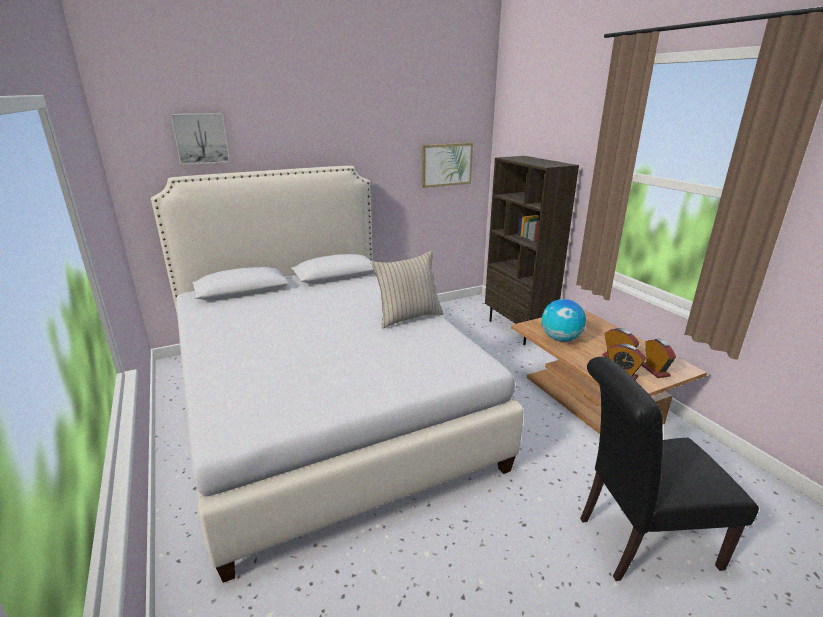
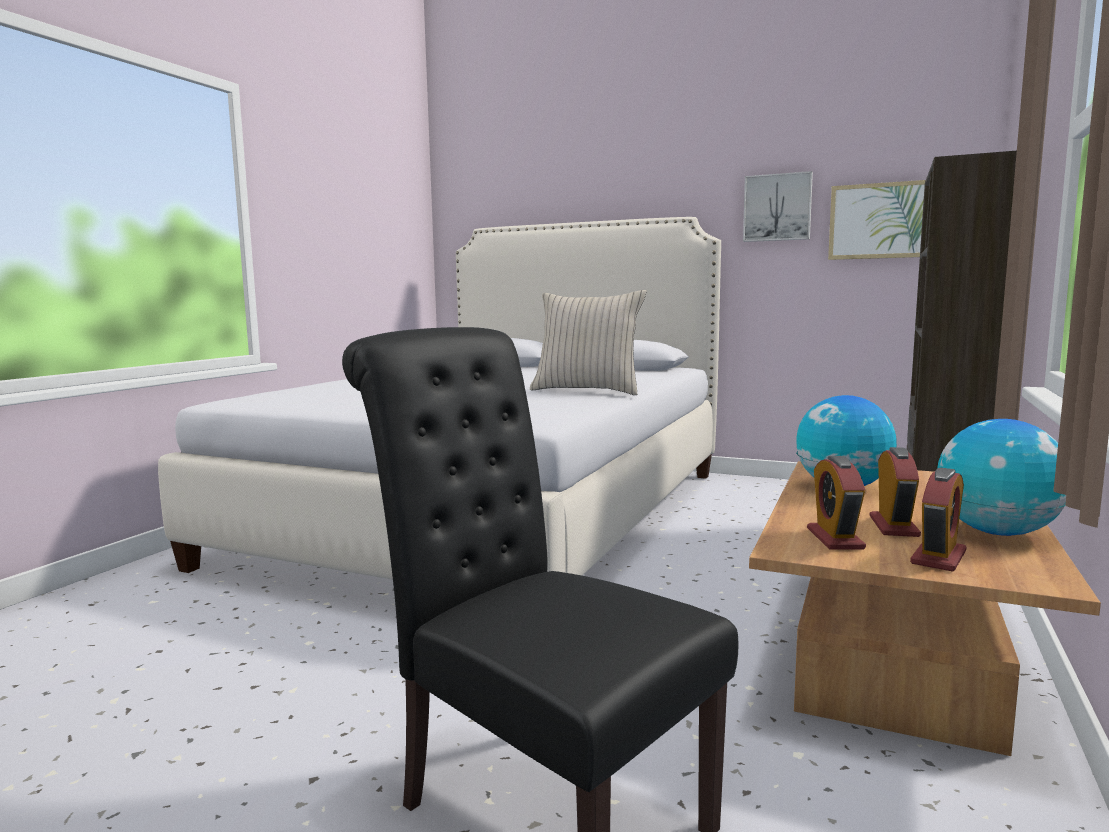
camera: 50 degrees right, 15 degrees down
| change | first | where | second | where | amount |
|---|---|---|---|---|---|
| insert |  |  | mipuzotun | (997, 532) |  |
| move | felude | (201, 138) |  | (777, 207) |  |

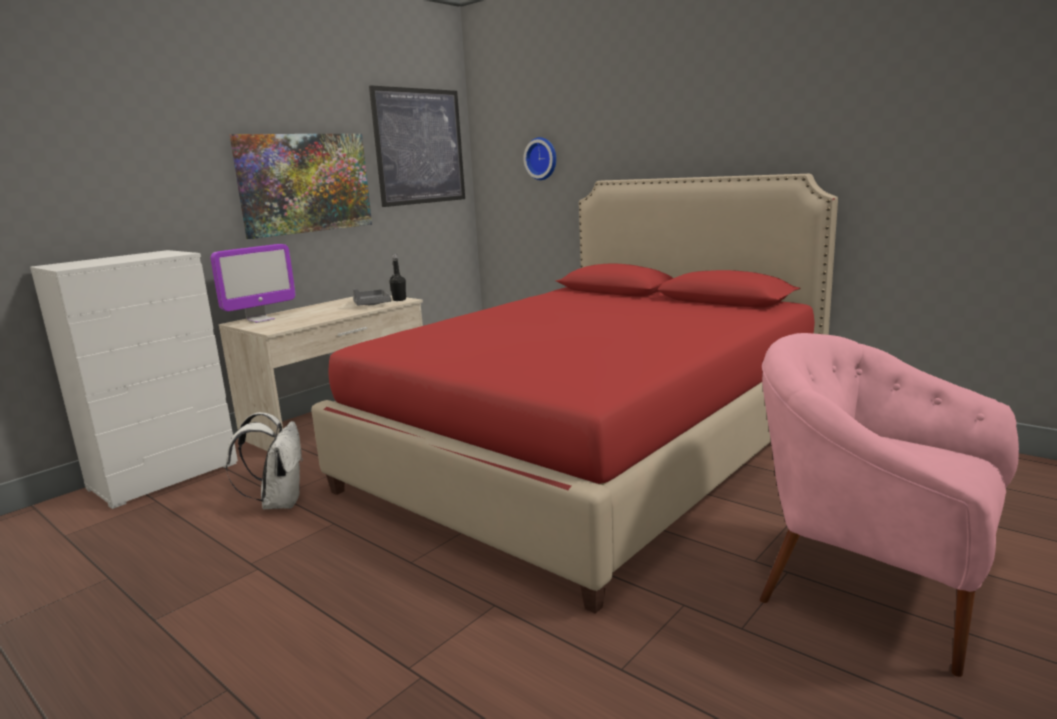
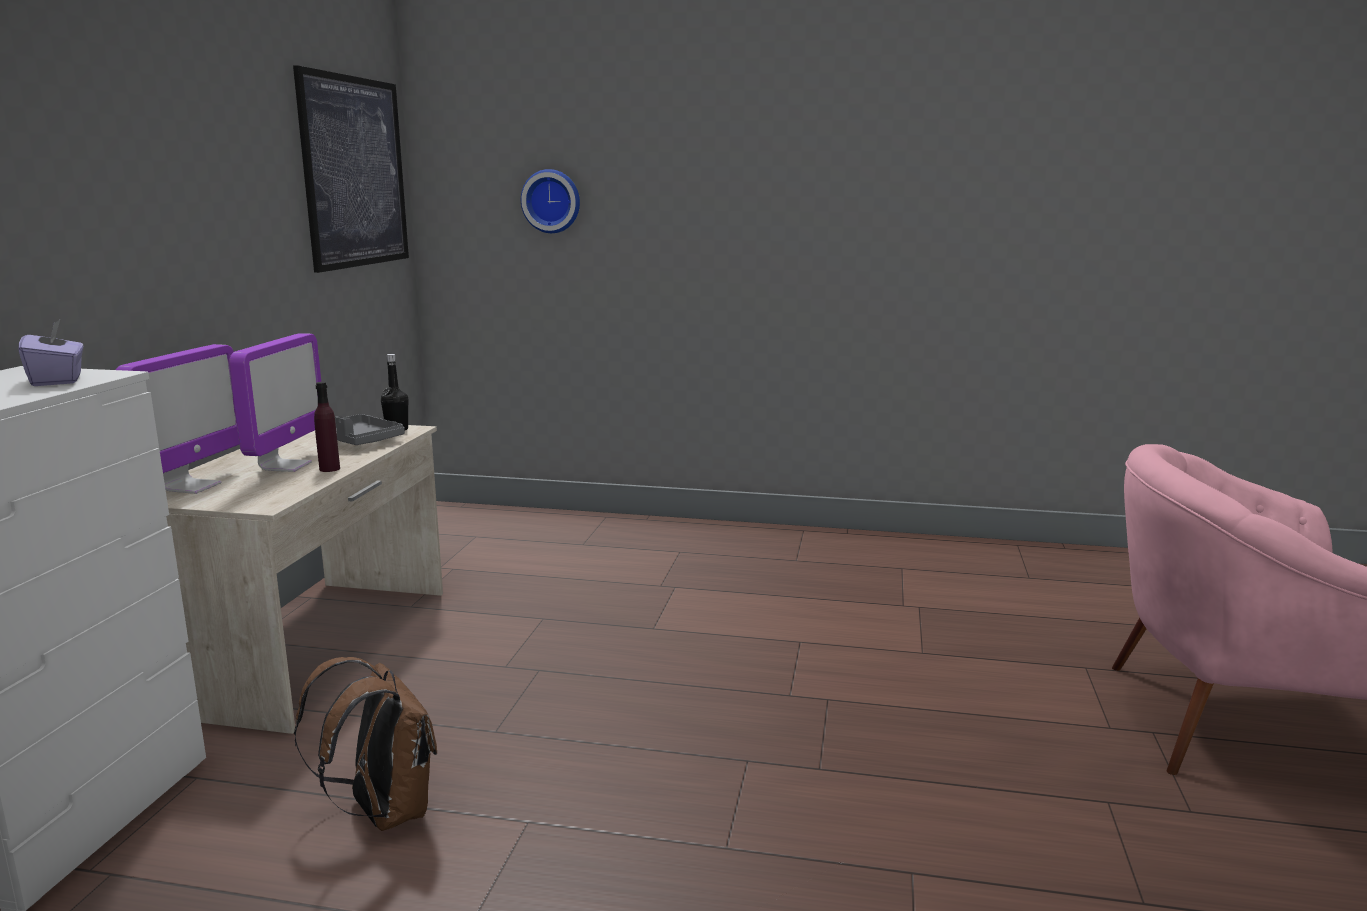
camera: 30 degrees left, 0 degrees up
| change | first | where | second | where | amount |
|---|---|---|---|---|---|
| delete | felude | (305, 183) |  |  |  |
| delete | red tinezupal | (593, 452) |  |  |  |
| insert |  |  | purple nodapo | (58, 380) |  |
| insert |  |  | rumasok | (285, 466) |  |
| insert |  |  | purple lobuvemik | (329, 469) |  |
| recolor | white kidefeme | (279, 502) | brown kidefeme | (383, 812) |  |

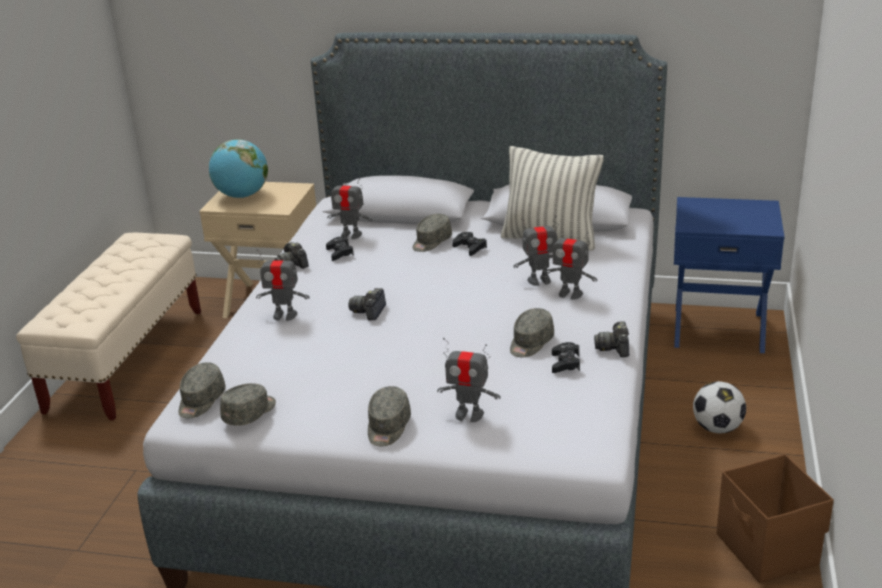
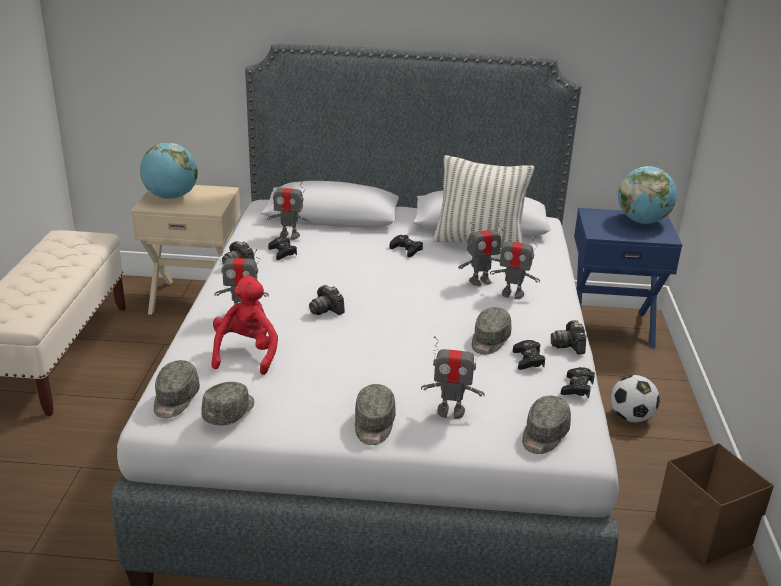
camera: 10 degrees left, 0 degrees up
| change | first | where | second | where | amount |
|---|---|---|---|---|---|
| insert |  |  | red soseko | (246, 353) |  |
| insert |  |  | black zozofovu | (577, 387) |  |
| insert |  |  | mipuzotun | (642, 221) |  |
| move | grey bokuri | (431, 242) |  | (544, 435) |  |
| rotate | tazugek | (369, 312) |  | (326, 309) | 45 degrees counterclockwise |

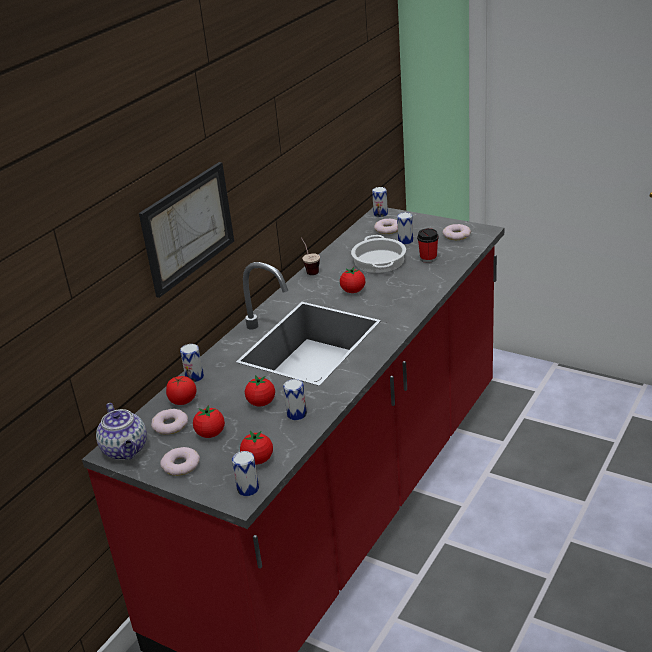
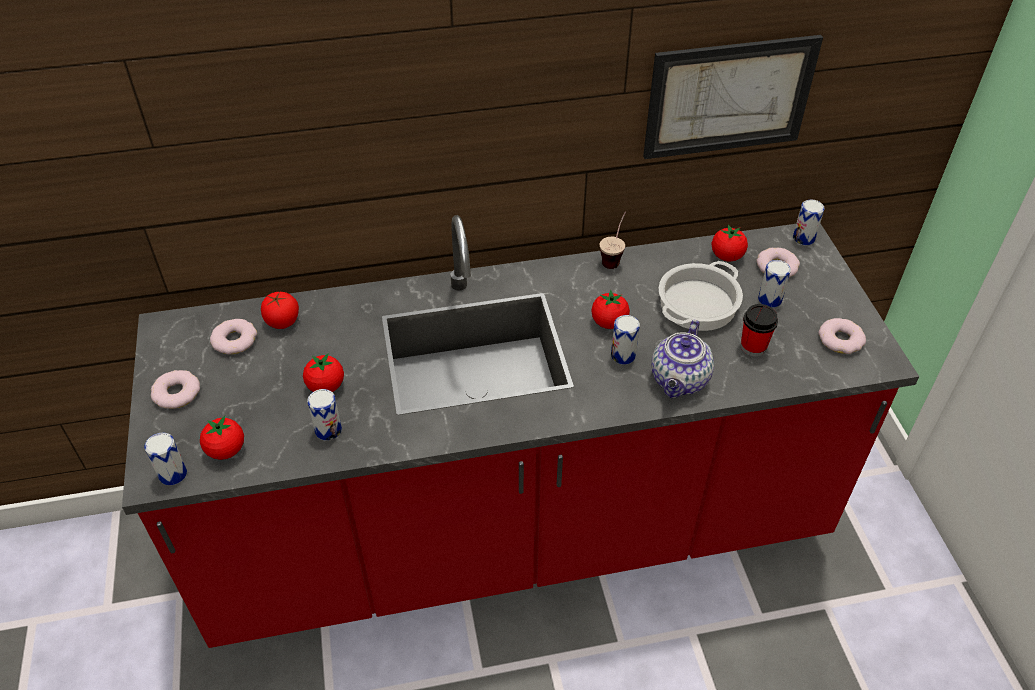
camera: 45 degrees right, 15 degrees up
| change | first | where | second | where | amount |
|---|---|---|---|---|---|
| move | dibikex | (126, 450) |  | (679, 381) |  |
| move | felude | (188, 227) |  | (729, 97) |  |
| move | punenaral | (194, 377) |  | (623, 355) |  |
| move | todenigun | (210, 434) |  | (727, 256) |  |

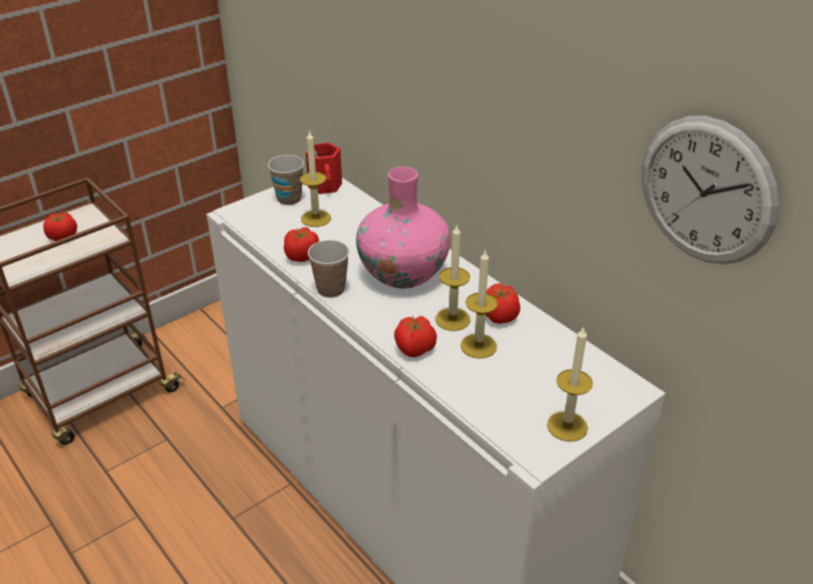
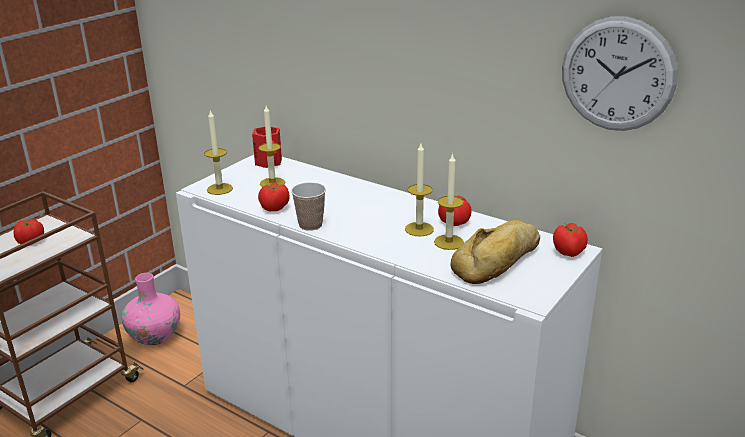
camera: 15 degrees left, 10 degrees down
| change | first | where | second | where | amount |
|---|---|---|---|---|---|
| delete | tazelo | (289, 199) |  |  |  |
| insert |  |  | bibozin | (499, 260) |  |
| move | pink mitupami | (403, 273) |  | (155, 336) |  |
| move | todenigun | (415, 349) |  | (568, 252) |  |
| move | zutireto | (567, 426) |  | (219, 189) |  |

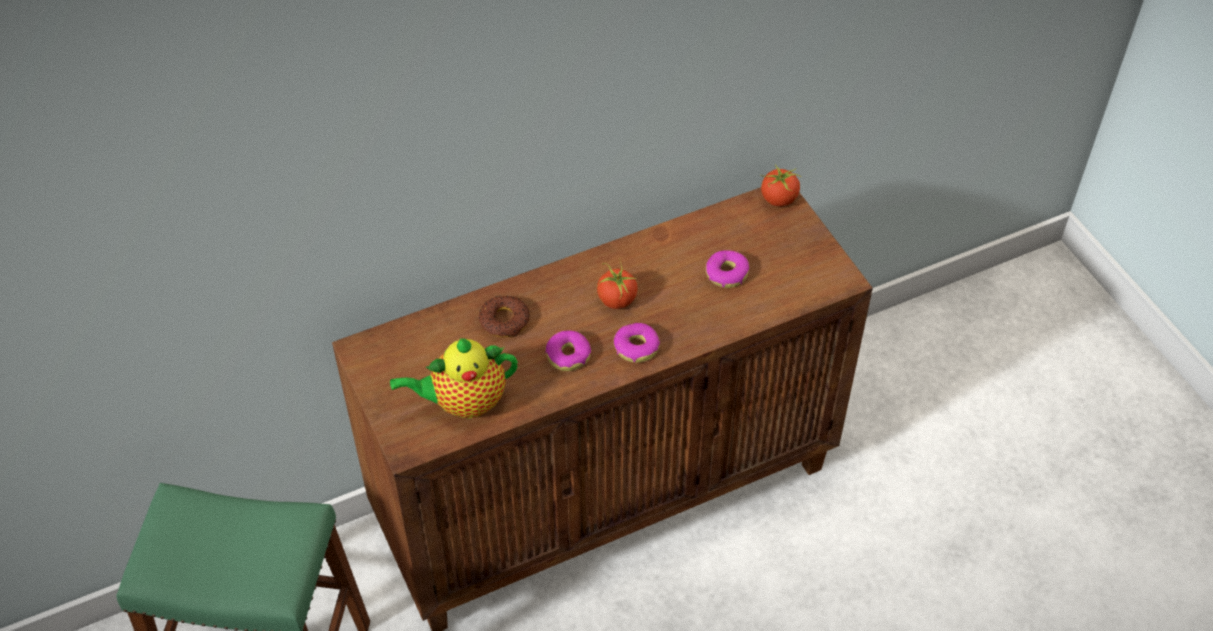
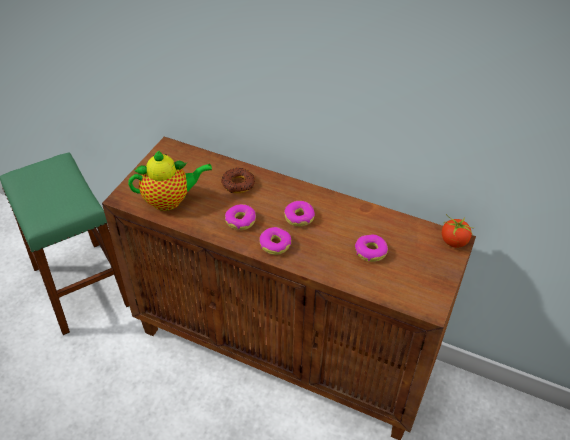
camera: 50 degrees right, 5 degrees down
| change | first | where | second | where | amount |
|---|---|---|---|---|---|
| replace | todenigun | (616, 300) | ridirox | (299, 217) |  |
| rotate | dibikex | (464, 402) |  | (170, 200) | 135 degrees clockwise |

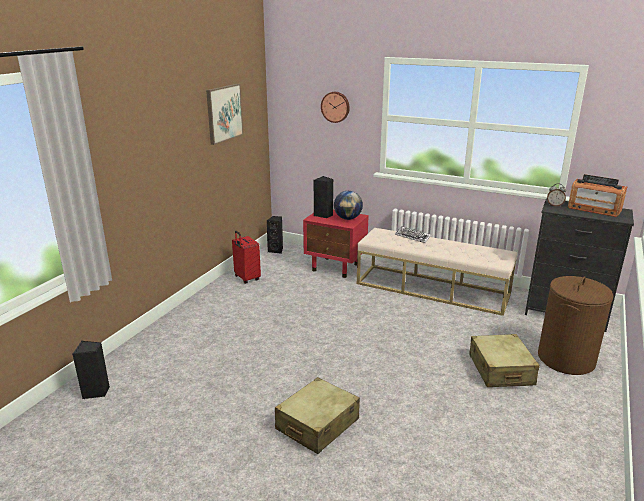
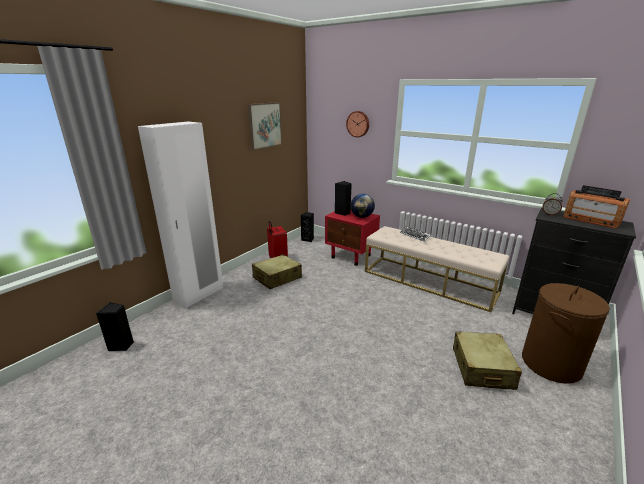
camera: 10 degrees right, 0 degrees up
| change | first | where | second | where | amount |
|---|---|---|---|---|---|
| insert |  |  | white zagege | (199, 295) |  |
| move | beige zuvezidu | (317, 425) |  | (277, 278) |  |

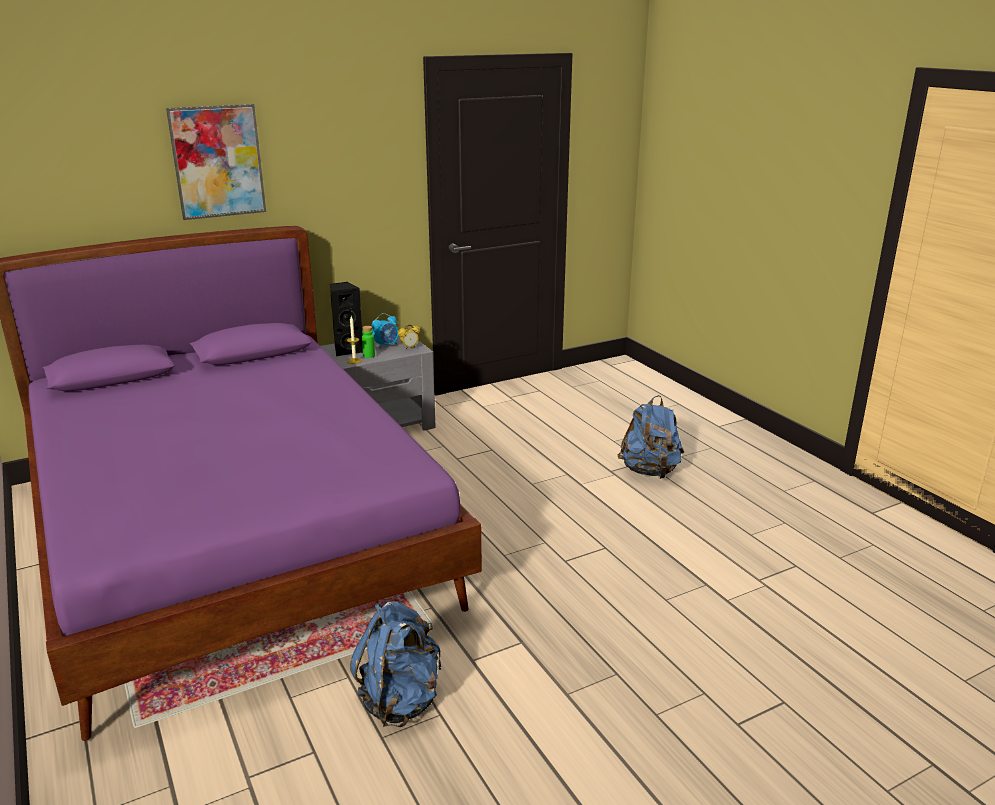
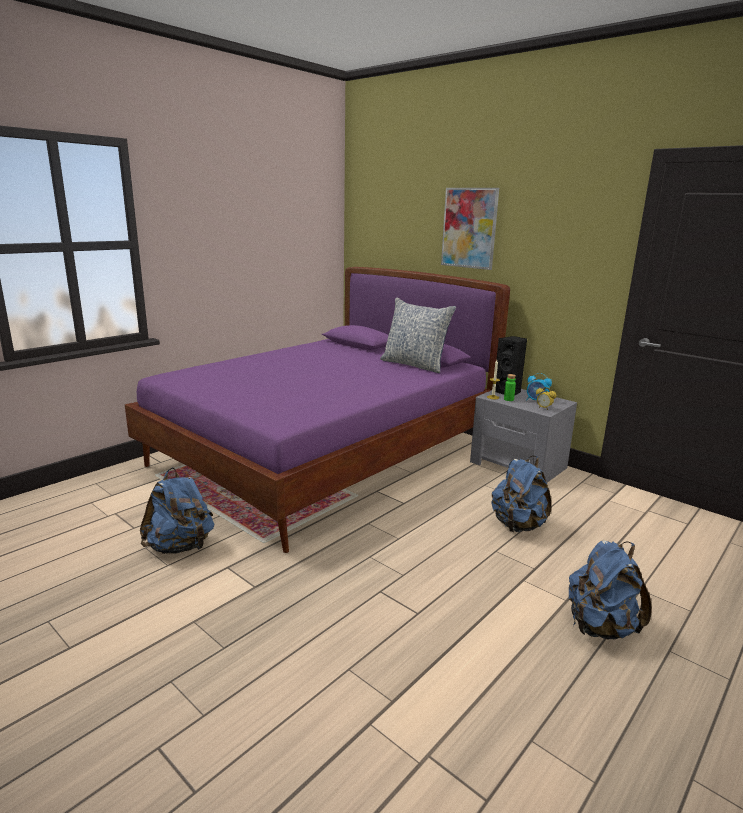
camera: 70 degrees right, 5 degrees down
| change | first | where | second | where | amount |
|---|---|---|---|---|---|
| insert |  |  | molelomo | (415, 365) |  |
| insert |  |  | blue kidefeme | (518, 525) |  |

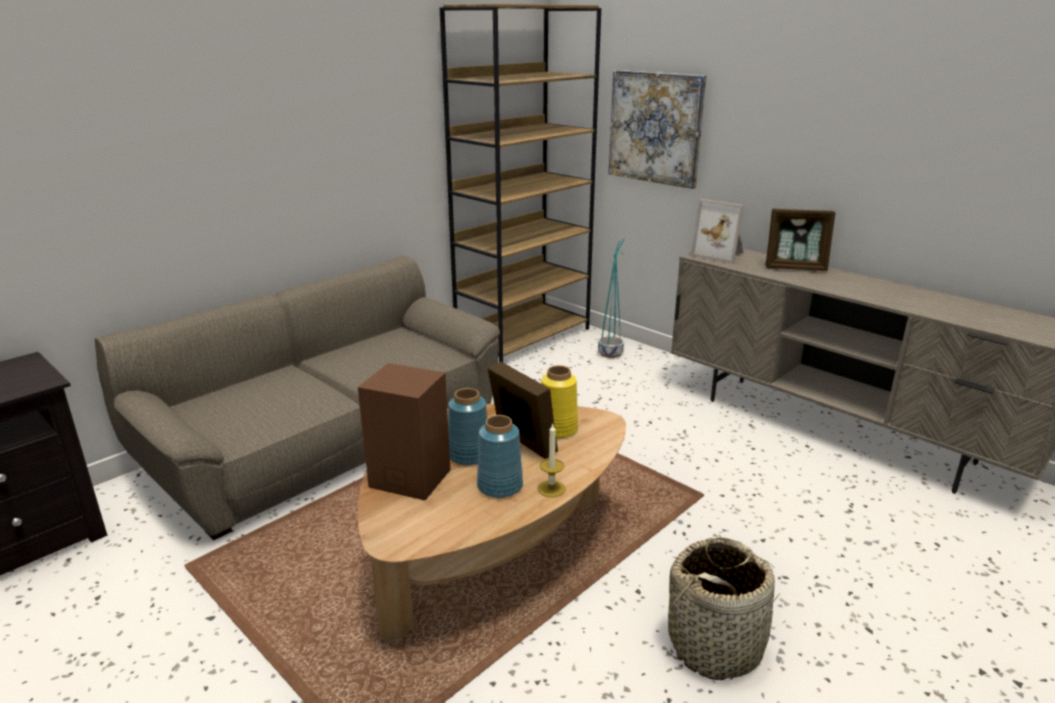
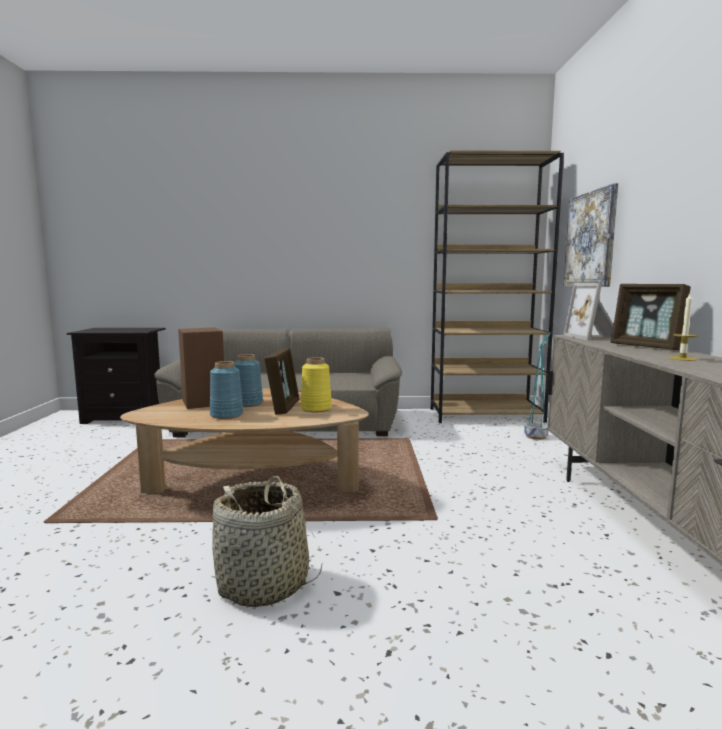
camera: 45 degrees right, 15 degrees down
| change | first | where | second | where | amount |
|---|---|---|---|---|---|
| move | zutireto | (551, 489) |  | (682, 358) |  |

